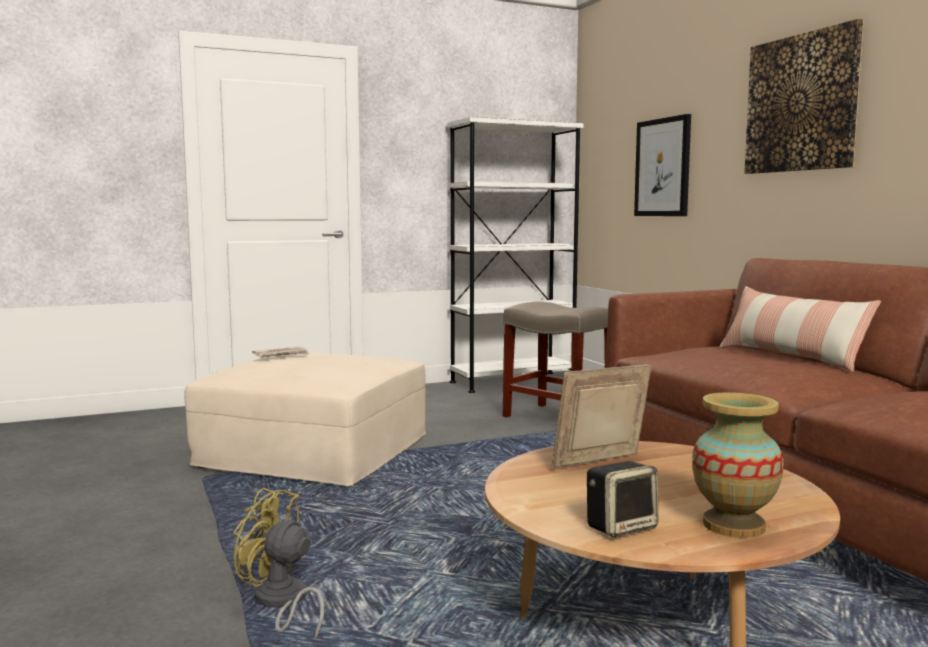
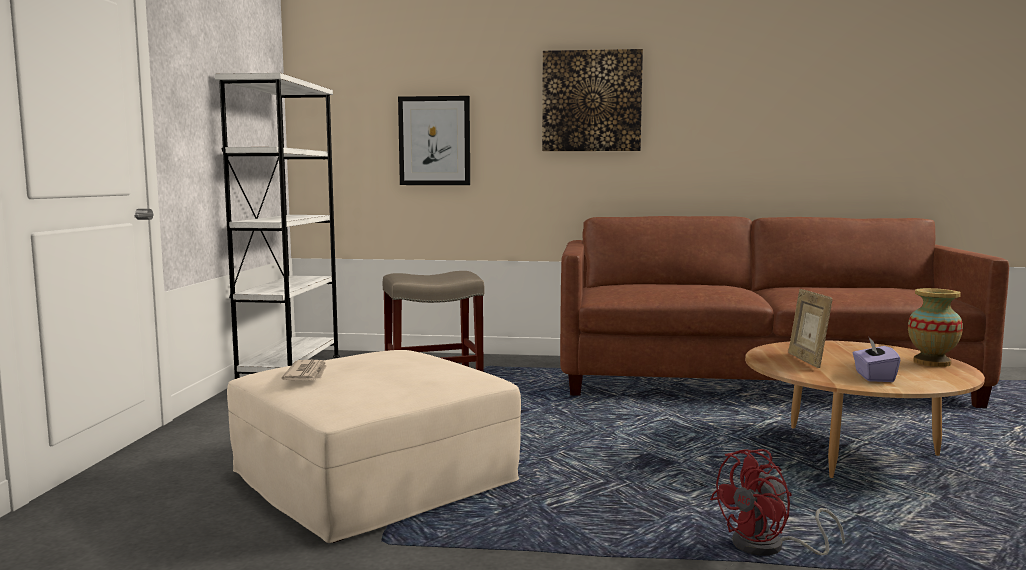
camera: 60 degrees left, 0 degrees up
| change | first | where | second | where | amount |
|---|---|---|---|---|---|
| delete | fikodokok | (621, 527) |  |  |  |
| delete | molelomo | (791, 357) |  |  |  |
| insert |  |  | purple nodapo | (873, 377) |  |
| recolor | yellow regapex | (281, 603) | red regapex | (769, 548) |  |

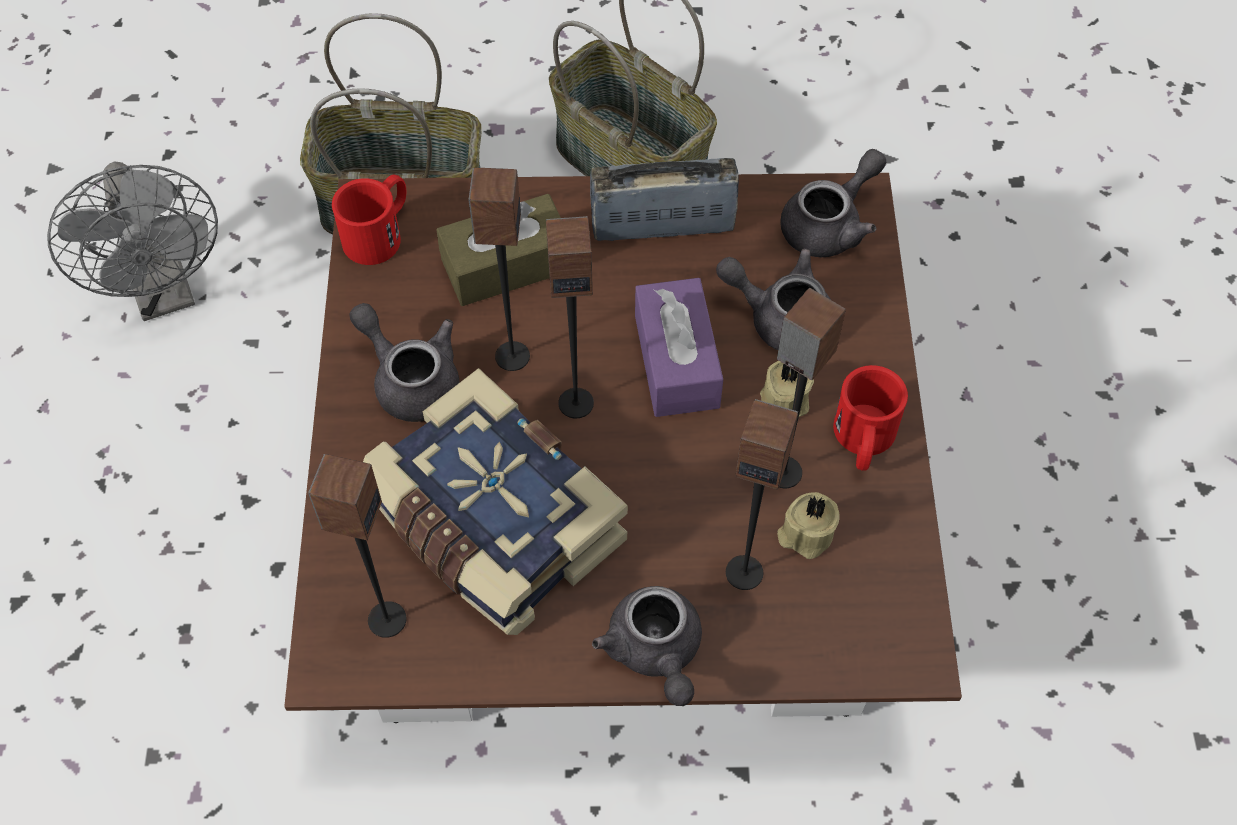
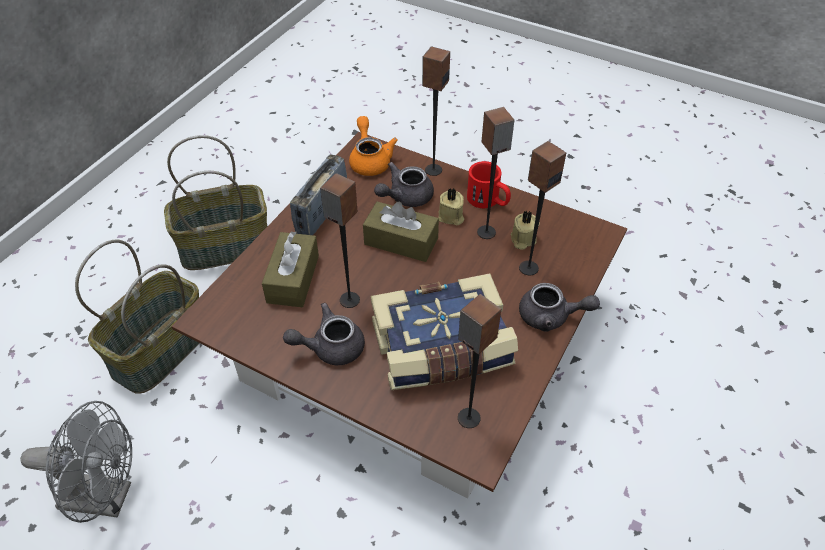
camera: 60 degrees left, 10 degrees down
| change | first | where | second | where | amount |
|---|---|---|---|---|---|
| delete | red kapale | (380, 232) |  |  |  |
| move | fikodokok | (576, 402) |  | (433, 170) |  |
| recolor | purple nodapo | (676, 361) | brown nodapo | (401, 241) |  |
| recolor | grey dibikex | (830, 224) | orange dibikex | (370, 160) |  |

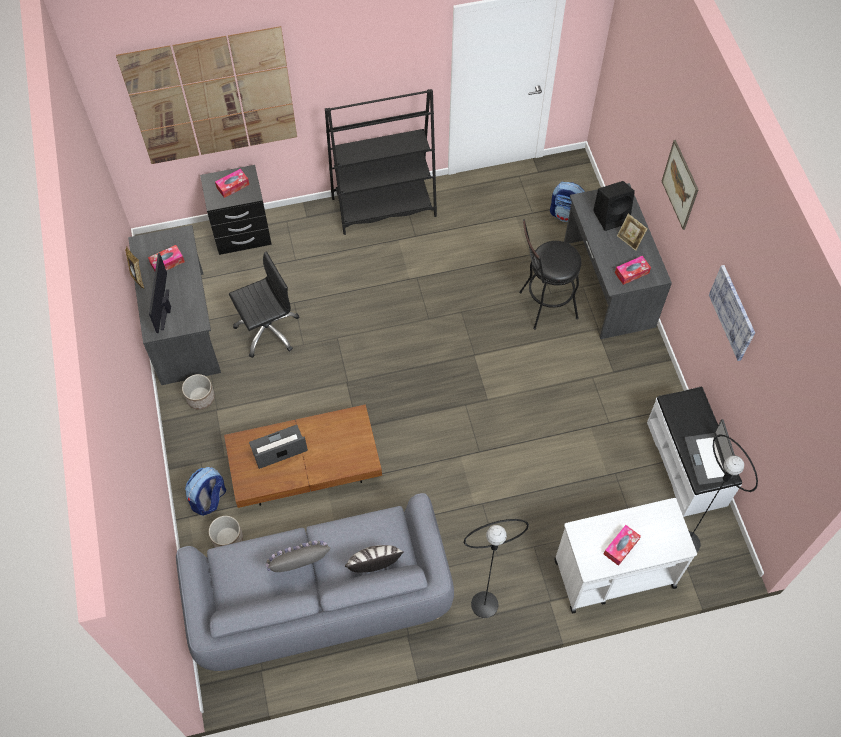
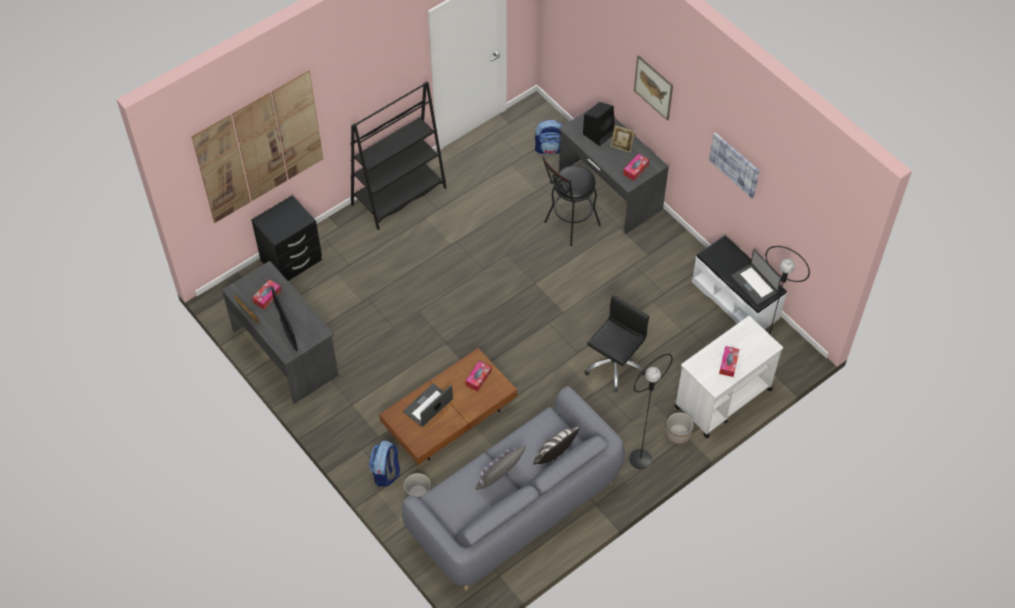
camera: 25 degrees left, 5 degrees down
| change | first | where | second | where | amount |
|---|---|---|---|---|---|
| move | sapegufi | (200, 398) |  | (678, 434) |  |
| move | nodapo | (233, 186) |  | (478, 378) |  |
| move | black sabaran | (267, 330) |  | (614, 365) |  |

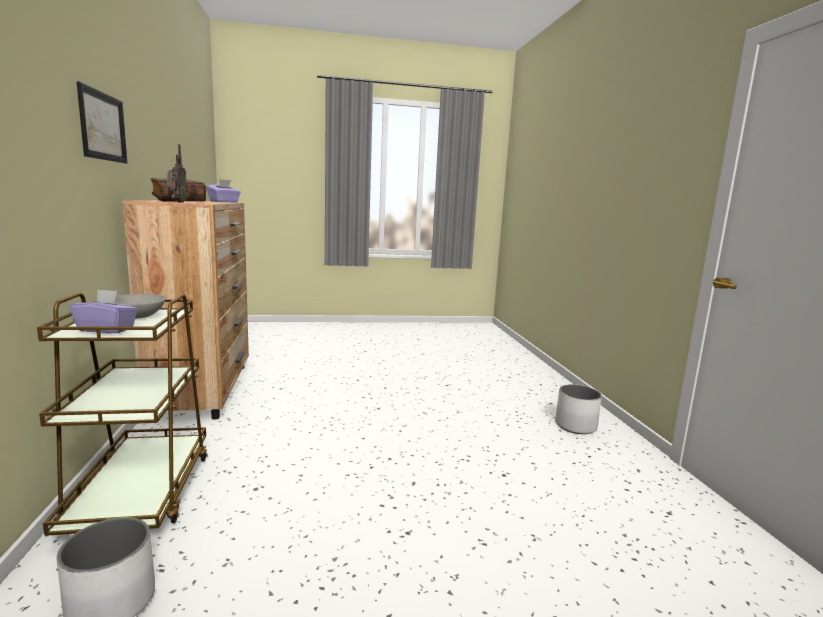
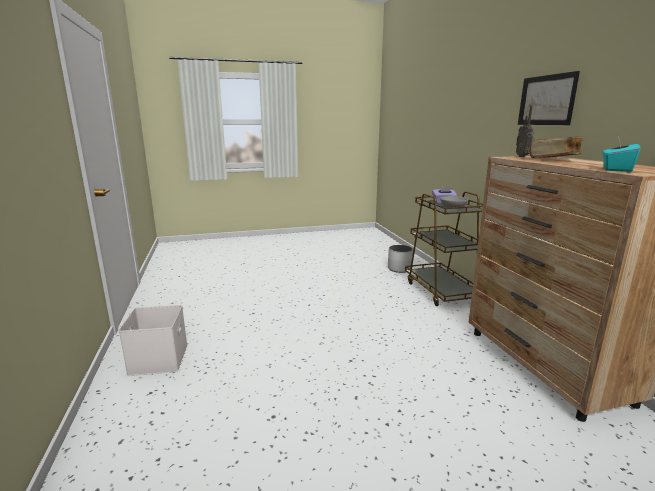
camera: 175 degrees right, 5 degrees up
| change | first | where | second | where | amount |
|---|---|---|---|---|---|
| replace | white sapegufi | (576, 426) | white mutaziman | (158, 359) |  |
| recolor | purple nodapo | (224, 202) | turquoise nodapo | (616, 170) |  |

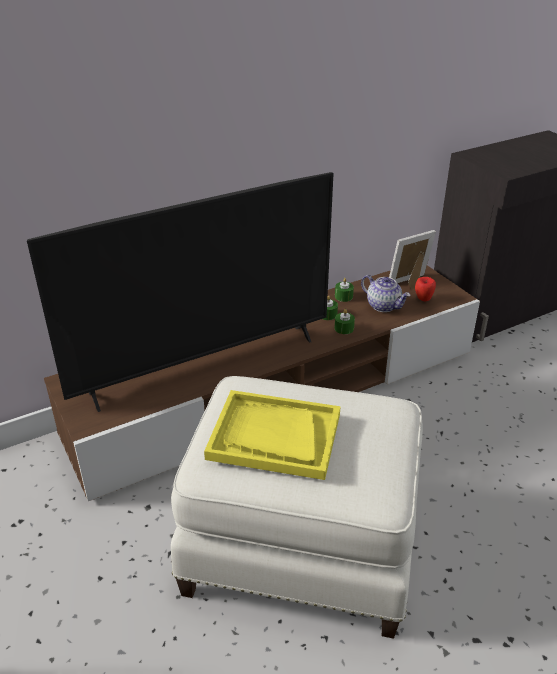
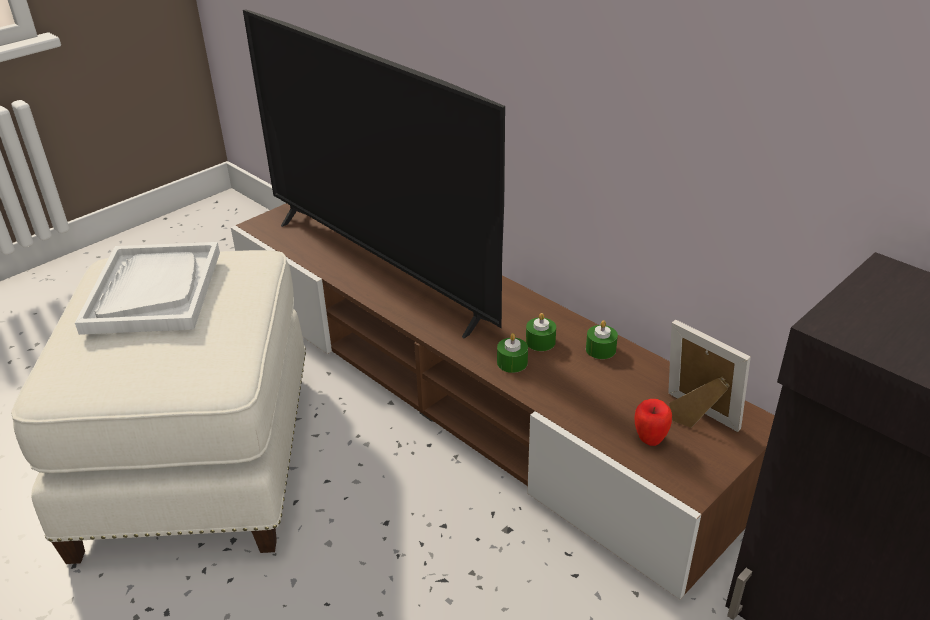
camera: 75 degrees right, 0 degrees up
| change | first | where | second | where | amount |
|---|---|---|---|---|---|
| delete | dibikex | (384, 306) |  |  |  |
| recolor | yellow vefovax | (274, 436) | white vefovax | (153, 290) |  |

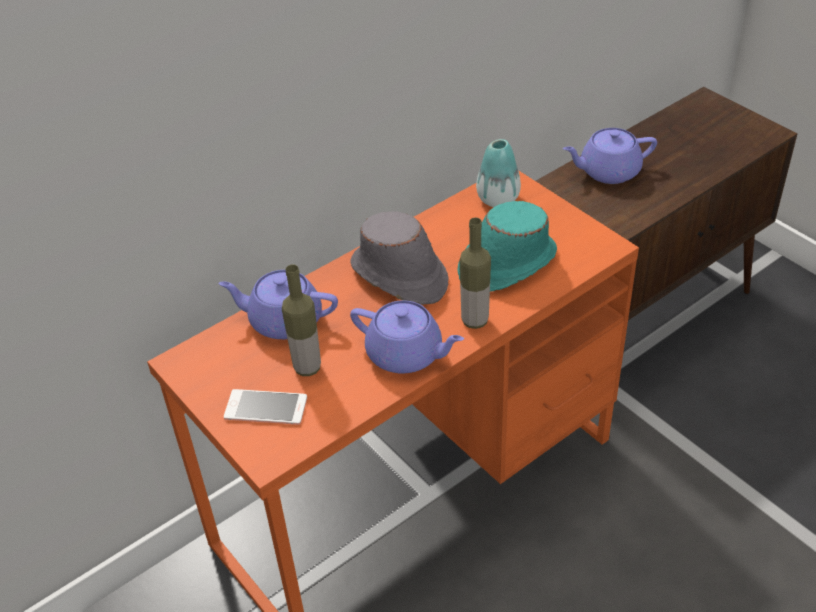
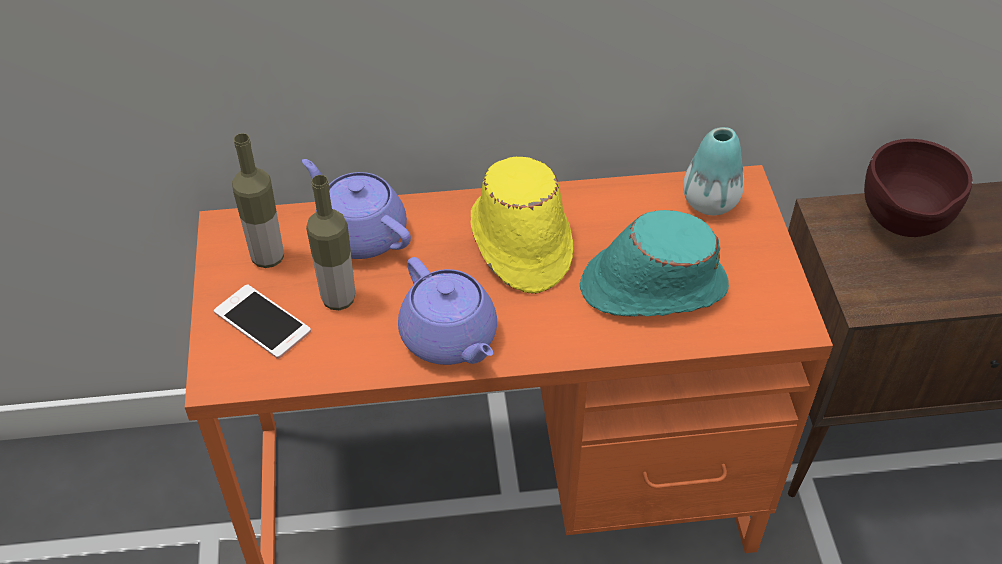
camera: 30 degrees right, 5 degrees up
| change | first | where | second | where | amount |
|---|---|---|---|---|---|
| move | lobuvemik | (475, 321) |  | (268, 258) |  |
| replace | purple dibikex | (608, 171) | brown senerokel | (901, 228) |  |
| recolor | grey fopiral | (399, 276) | yellow fopiral | (520, 242) |  |

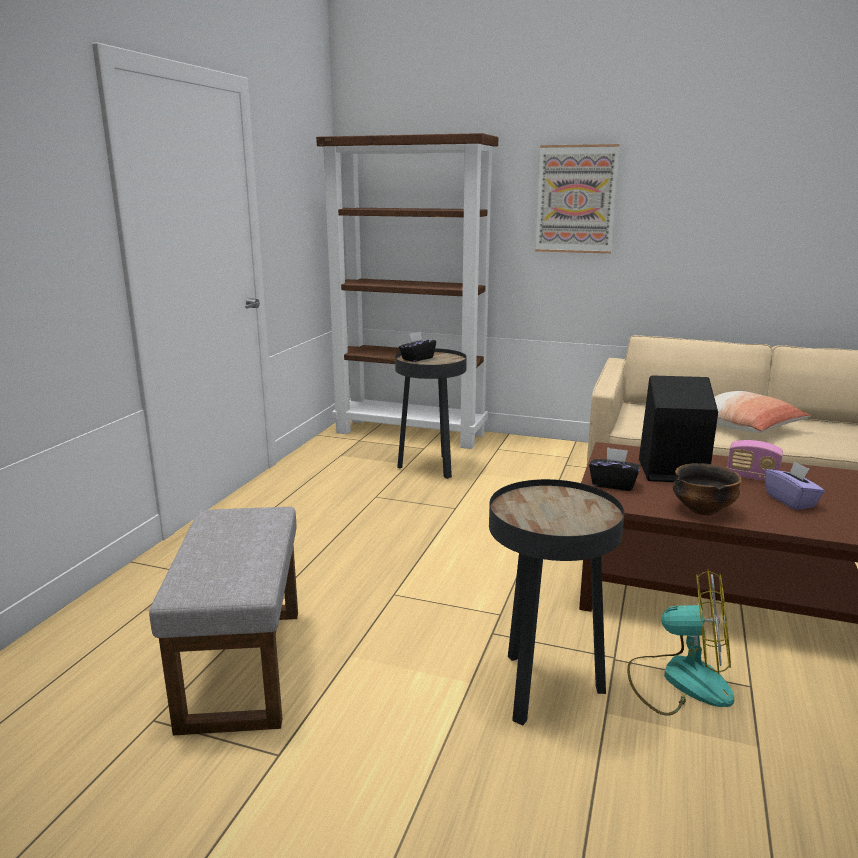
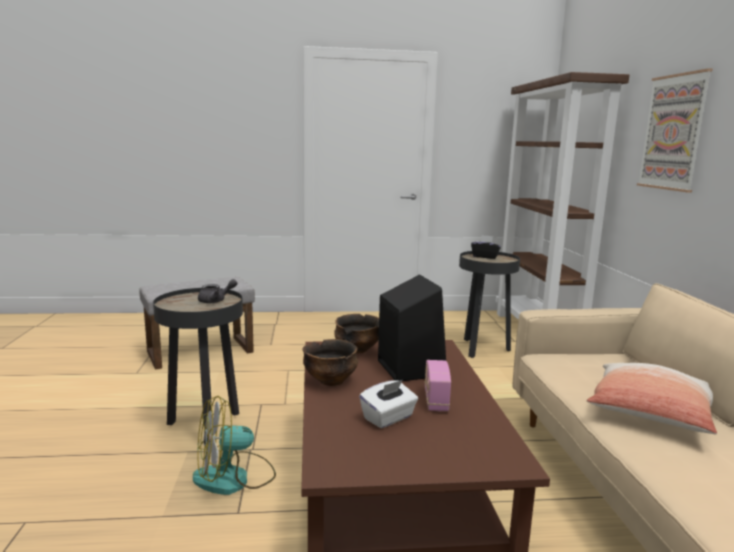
camera: 65 degrees right, 5 degrees down
| change | first | where | second | where | amount |
|---|---|---|---|---|---|
| insert |  |  | grey dibikex | (216, 301) |  |
| replace | black nodapo | (613, 484) | senerokel | (357, 350) |  |
| recolor | purple nodapo | (791, 501) | white nodapo | (388, 418) |  |
| rotate | regapex | (679, 680) |  | (234, 478) | 75 degrees clockwise |

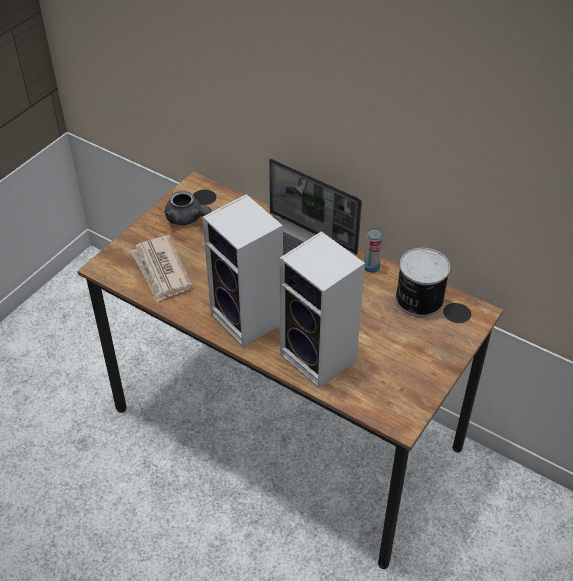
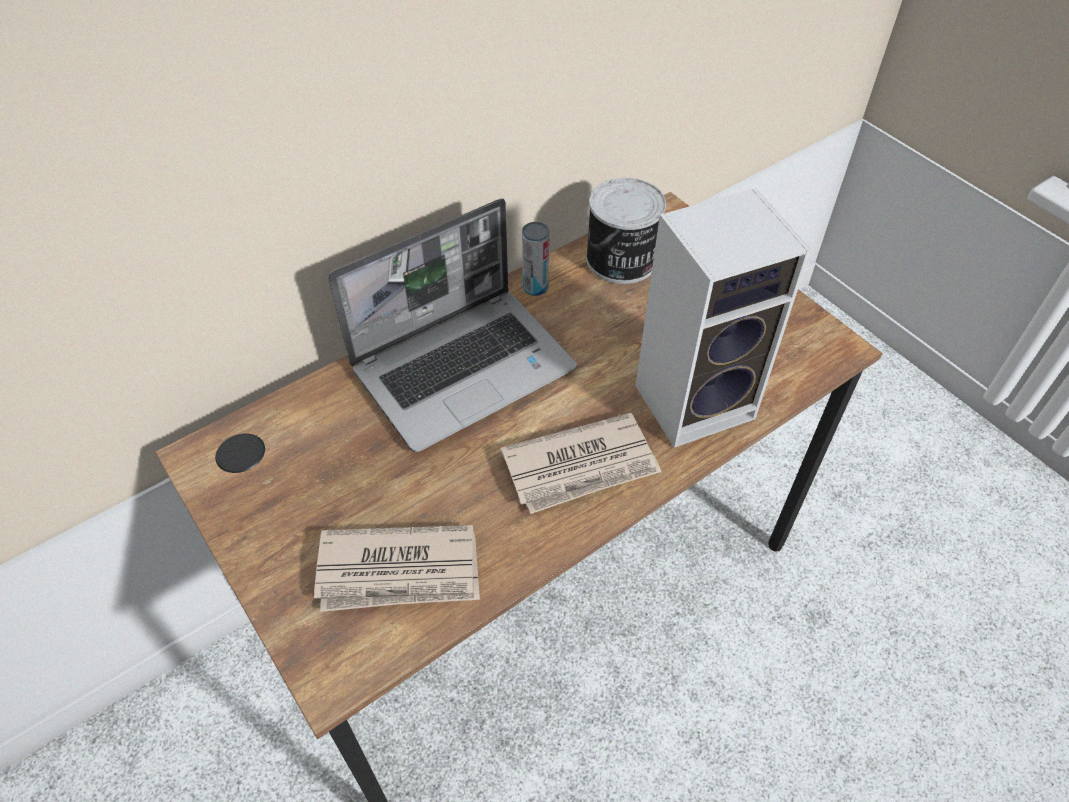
camera: 70 degrees left, 5 degrees up
| change | first | where | second | where | amount |
|---|---|---|---|---|---|
| delete | grey dibikex | (187, 219) |  |  |  |
| replace | fikodokok | (249, 320) | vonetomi | (582, 467) |  |

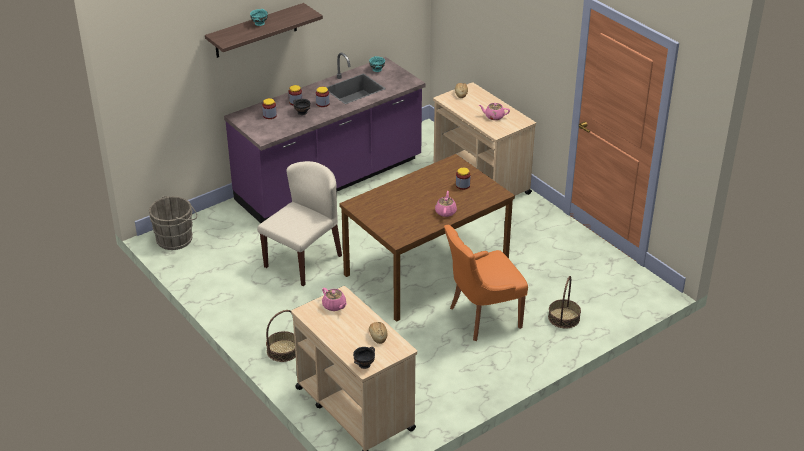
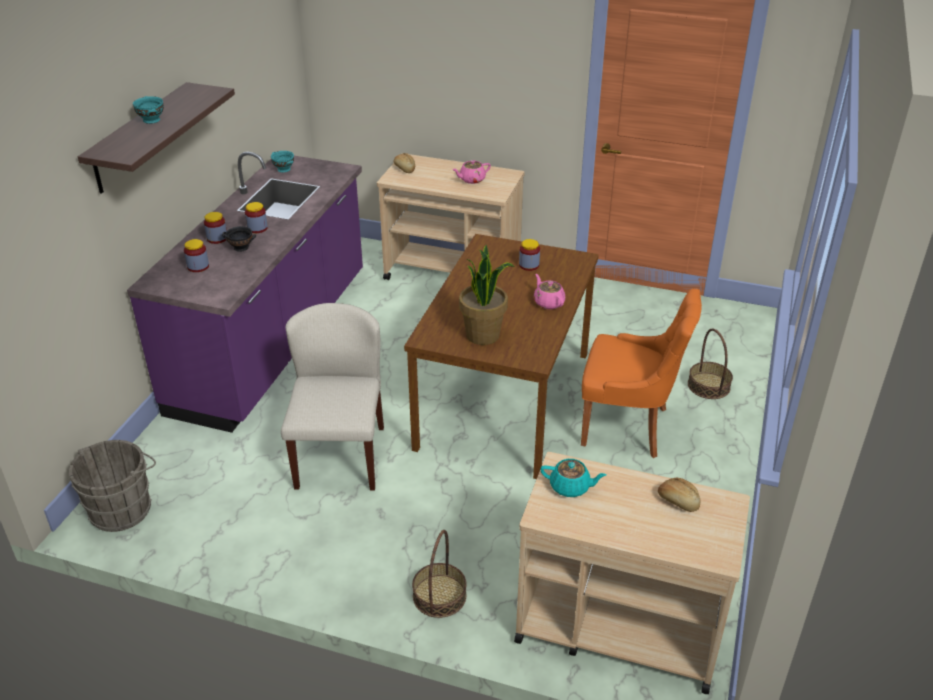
camera: 35 degrees left, 0 degrees up
| change | first | where | second | where | amount |
|---|---|---|---|---|---|
| delete | black senerokel | (365, 364) |  |  |  |
| insert |  |  | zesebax | (483, 335) |  |
| recolor | pink dibikex | (334, 306) | turquoise dibikex | (570, 487) |  |
| rotate | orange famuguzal | (482, 318) |  | (628, 426) | 105 degrees counterclockwise |

